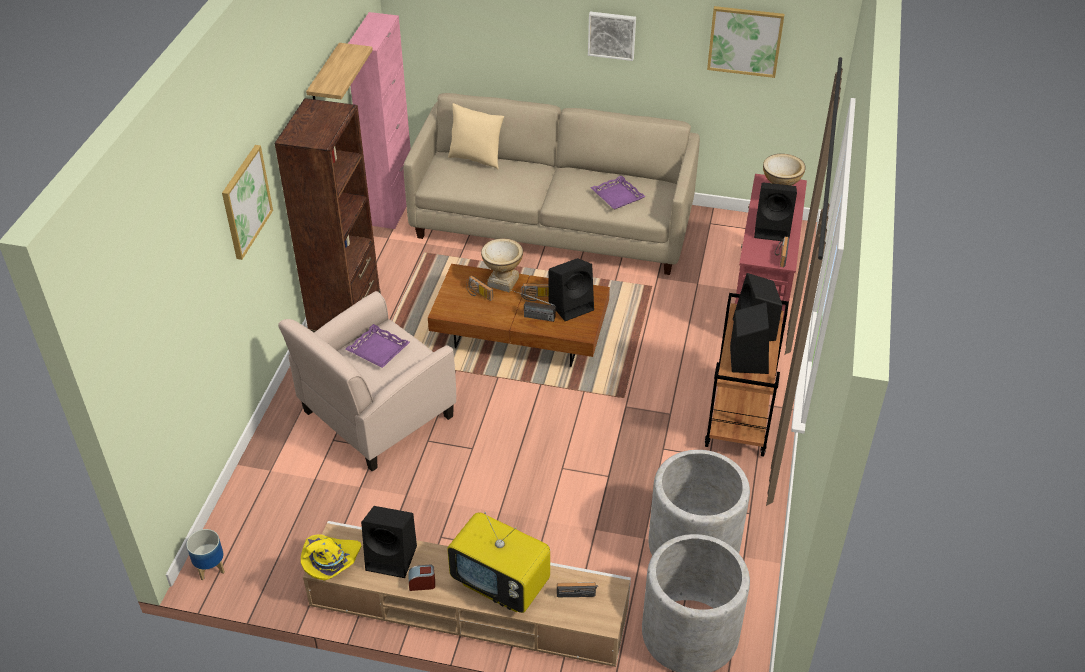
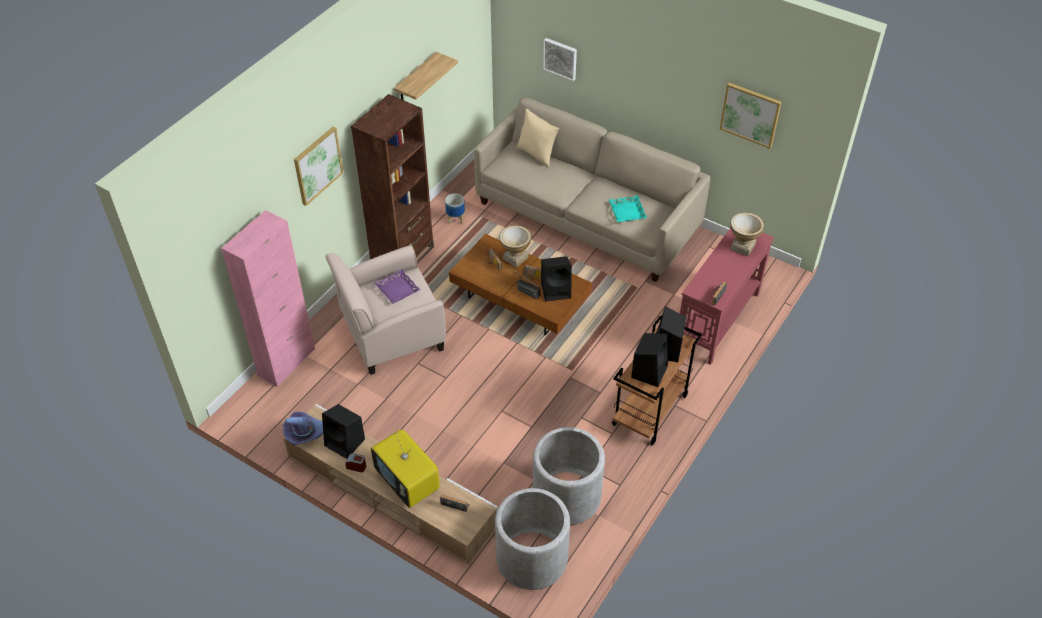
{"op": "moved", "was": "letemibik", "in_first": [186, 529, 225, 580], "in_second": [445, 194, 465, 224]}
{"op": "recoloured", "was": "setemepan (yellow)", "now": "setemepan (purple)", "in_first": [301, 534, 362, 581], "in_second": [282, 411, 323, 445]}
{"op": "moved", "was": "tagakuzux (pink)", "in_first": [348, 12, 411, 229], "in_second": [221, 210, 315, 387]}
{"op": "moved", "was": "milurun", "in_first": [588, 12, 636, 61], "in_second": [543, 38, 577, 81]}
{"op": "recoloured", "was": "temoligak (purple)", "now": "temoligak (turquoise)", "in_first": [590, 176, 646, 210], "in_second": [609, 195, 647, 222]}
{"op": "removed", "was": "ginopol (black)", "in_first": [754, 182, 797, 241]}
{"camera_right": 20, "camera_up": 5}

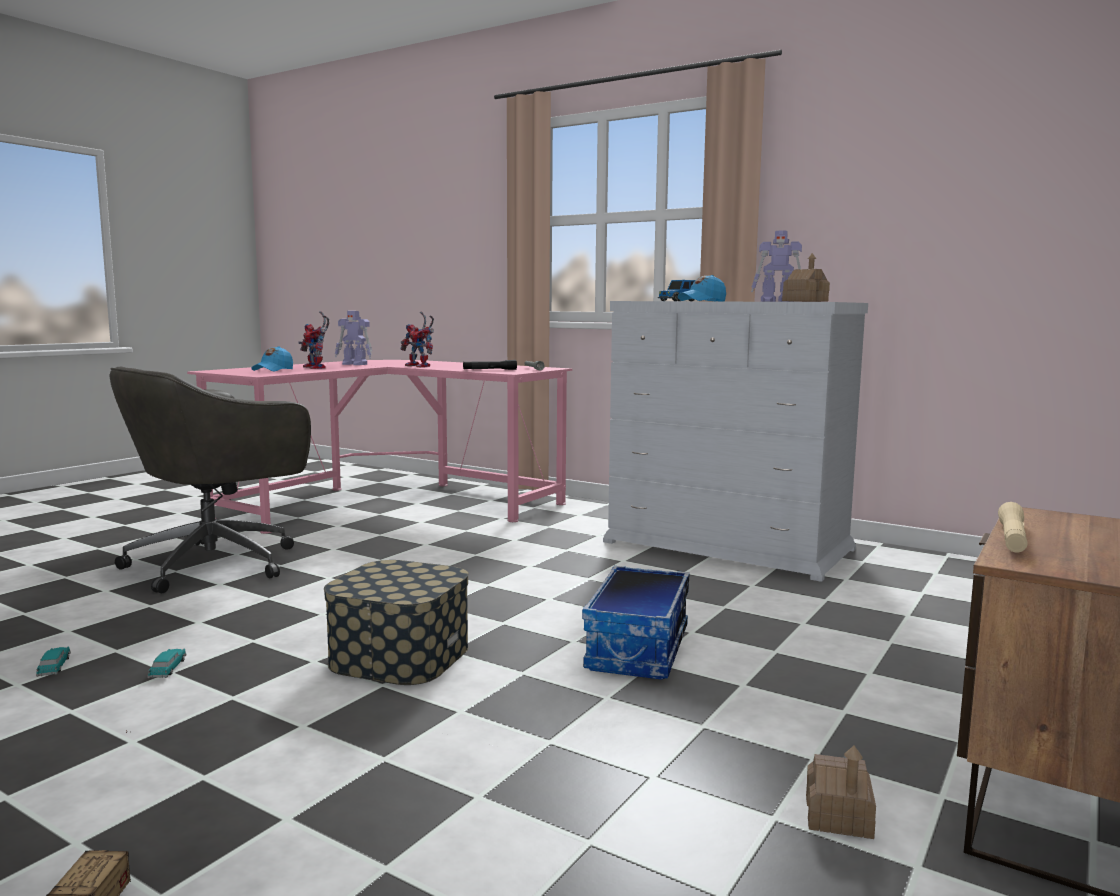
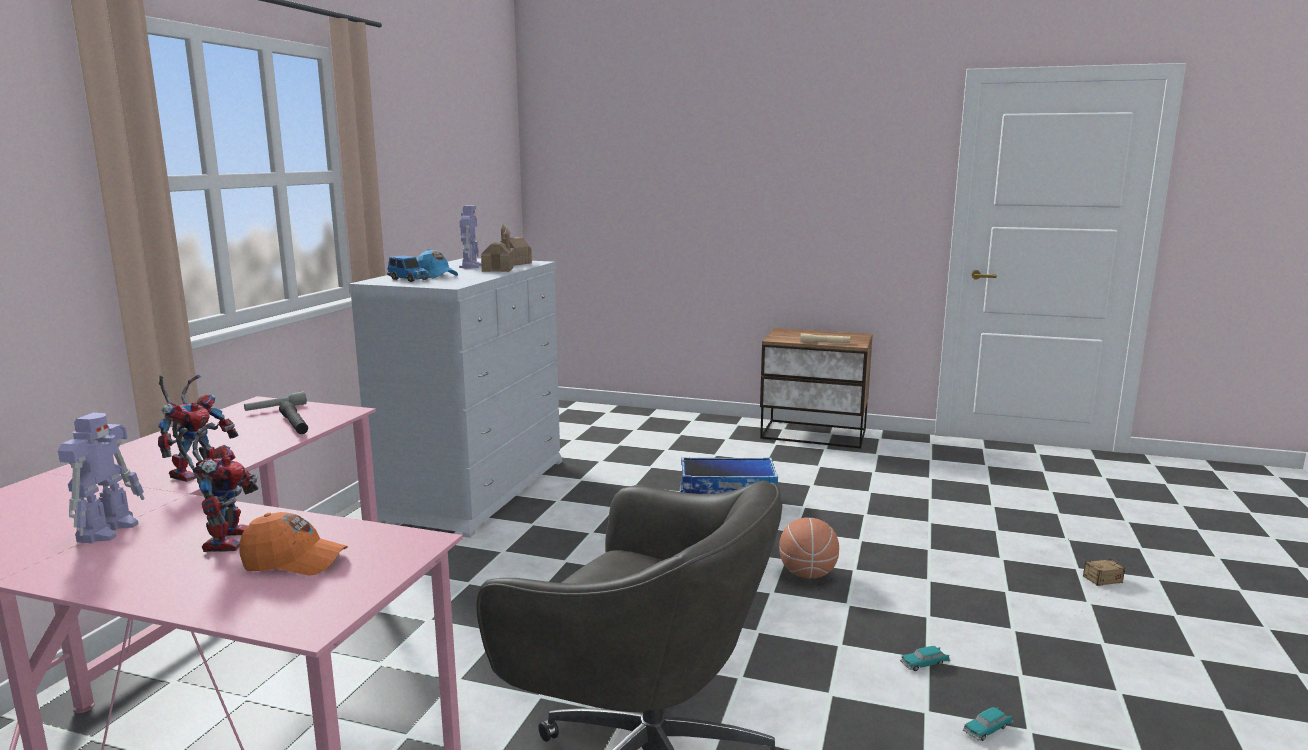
{"op": "recoloured", "was": "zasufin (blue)", "now": "zasufin (orange)", "in_first": [252, 346, 293, 372], "in_second": [239, 512, 348, 575]}
{"op": "turned", "was": "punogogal", "in_first": [298, 311, 329, 369], "in_second": [176, 422, 258, 552], "clockwise": -45}
{"op": "replaced", "was": "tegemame", "now": "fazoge", "in_first": [324, 560, 469, 685], "in_second": [779, 518, 839, 579]}
{"op": "moved", "was": "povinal", "in_first": [806, 746, 876, 839], "in_second": [481, 229, 513, 272]}
{"camera_right": -105, "camera_up": 5}

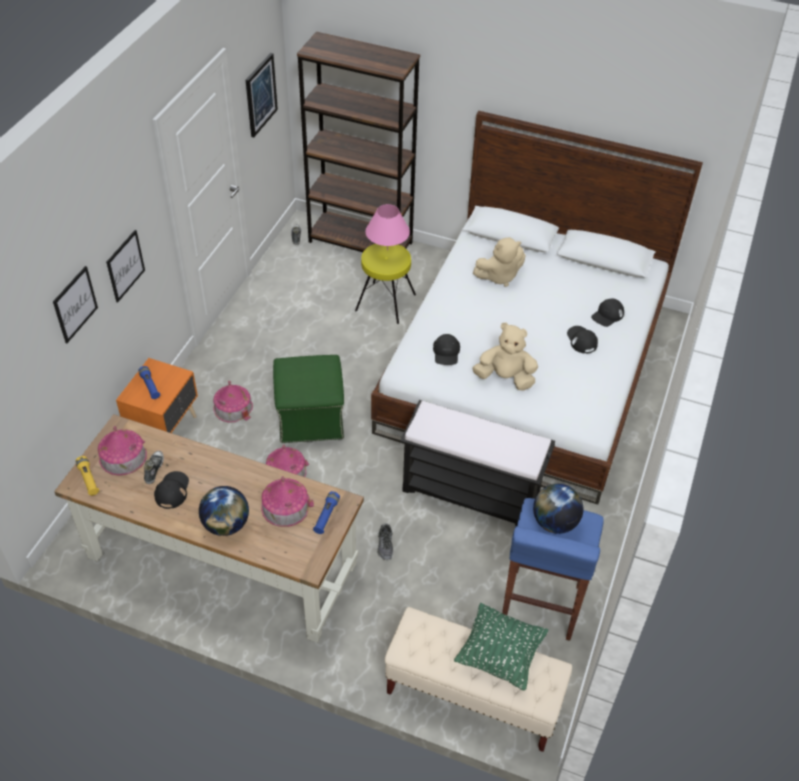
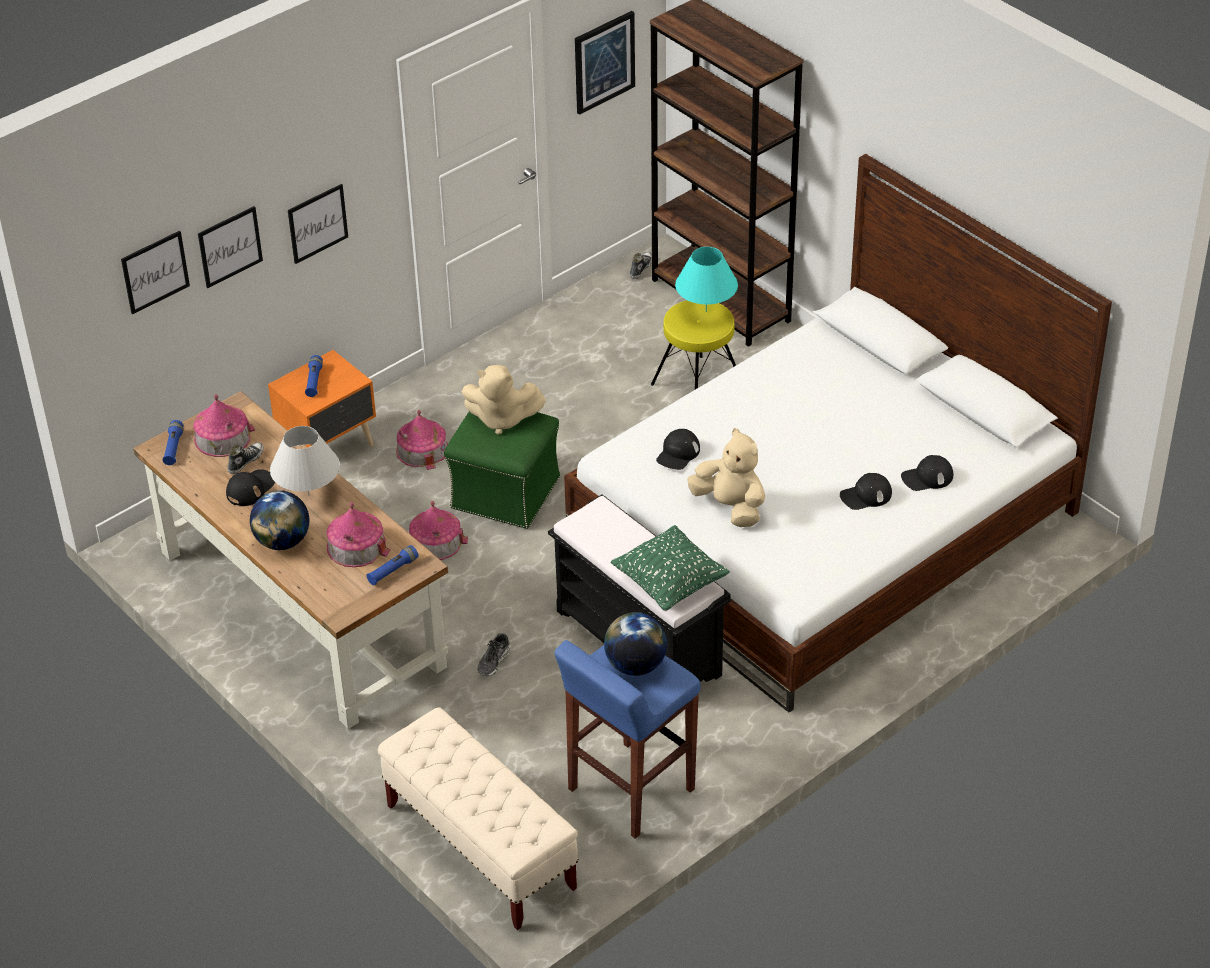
{"op": "recoloured", "was": "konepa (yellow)", "now": "konepa (blue)", "in_first": [76, 456, 99, 496], "in_second": [163, 420, 184, 465]}
{"op": "recoloured", "was": "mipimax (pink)", "now": "mipimax (turquoise)", "in_first": [365, 204, 410, 251], "in_second": [675, 247, 738, 312]}
{"op": "moved", "was": "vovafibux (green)", "in_first": [454, 603, 548, 691], "in_second": [611, 525, 730, 611]}
{"op": "moved", "was": "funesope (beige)", "in_first": [473, 238, 526, 287], "in_second": [462, 365, 546, 435]}
{"op": "turned", "was": "zasufin (black)", "in_first": [567, 326, 598, 354], "in_second": [840, 473, 892, 510], "clockwise": -120}
{"op": "added", "now": "milurun", "in_second": [121, 231, 190, 315]}
{"op": "added", "now": "mipimax (white)", "in_second": [270, 426, 340, 496]}
{"camera_right": 30, "camera_up": -5}

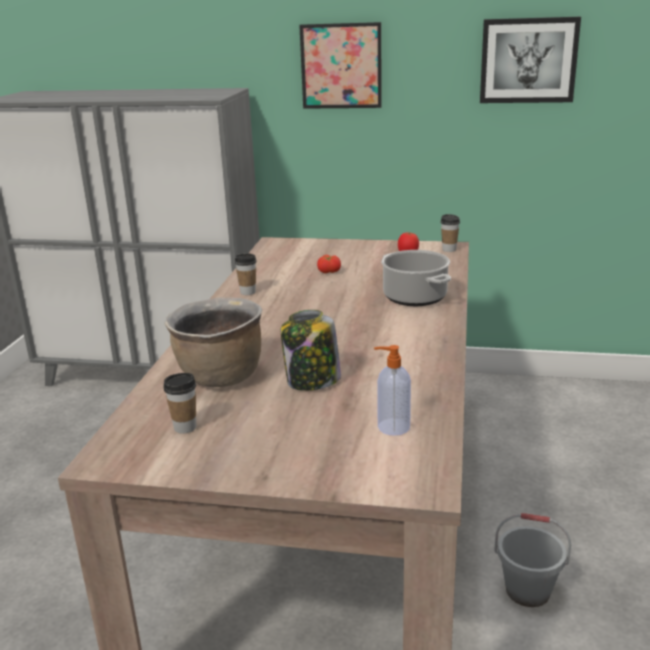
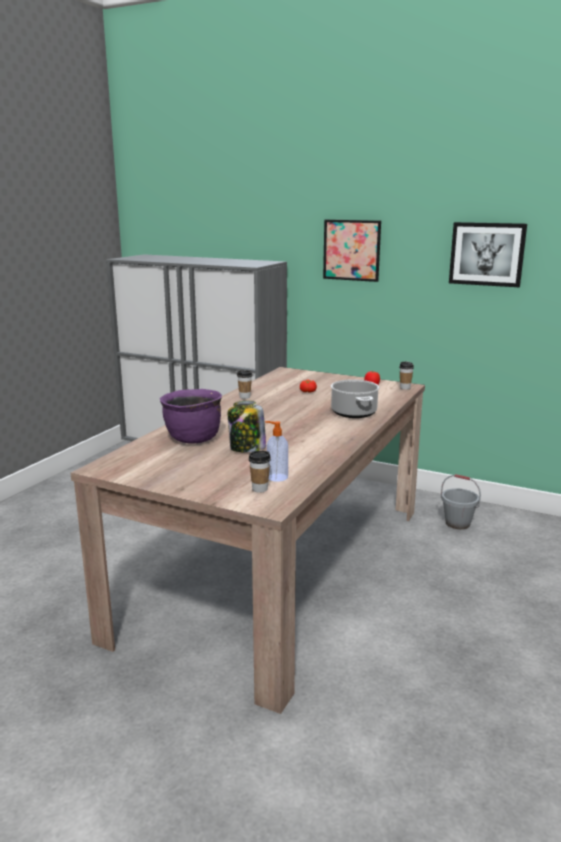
{"op": "moved", "was": "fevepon", "in_first": [163, 373, 196, 434], "in_second": [249, 451, 271, 493]}
{"op": "recoloured", "was": "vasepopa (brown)", "now": "vasepopa (purple)", "in_first": [165, 297, 262, 387], "in_second": [160, 389, 222, 444]}
{"op": "moved", "was": "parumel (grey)", "in_first": [494, 513, 571, 607], "in_second": [441, 474, 481, 529]}
{"camera_right": 15, "camera_up": -5}

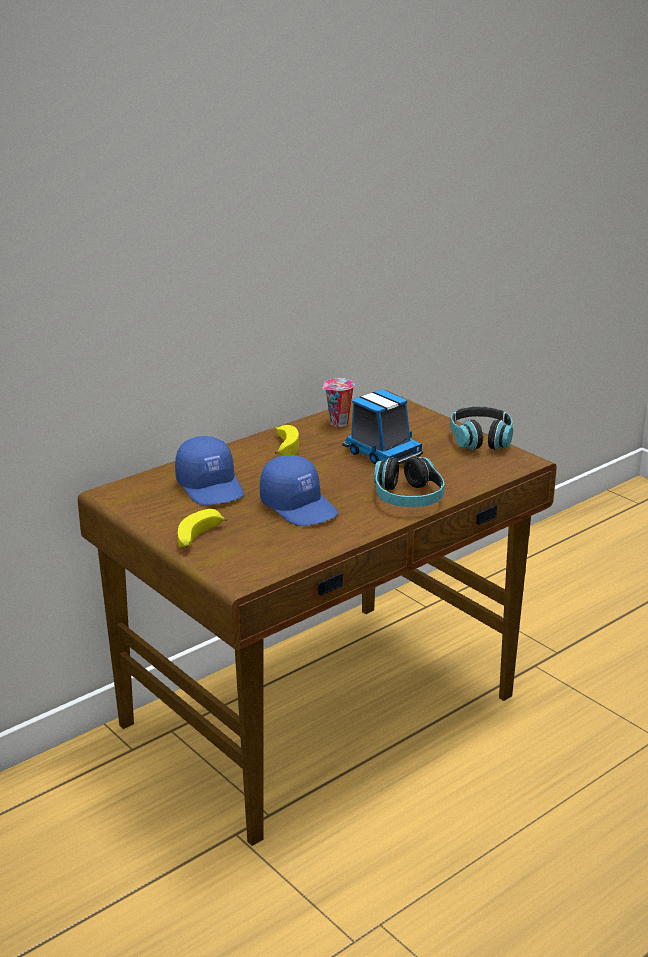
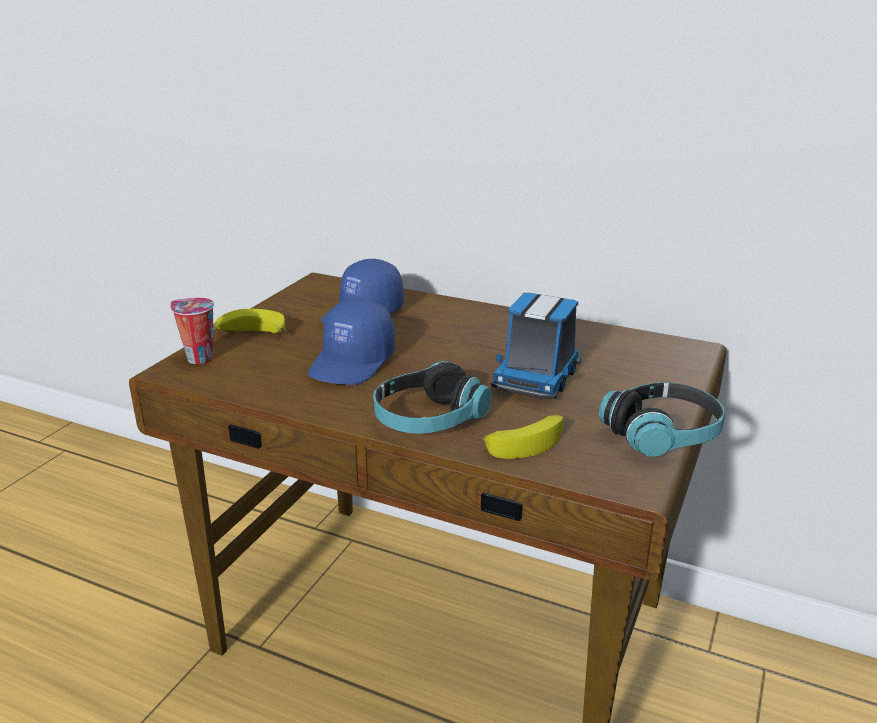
{"op": "moved", "was": "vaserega", "in_first": [275, 425, 299, 456], "in_second": [479, 414, 564, 459]}
{"op": "moved", "was": "fevepon", "in_first": [323, 378, 355, 427], "in_second": [170, 298, 214, 364]}
{"camera_right": 65, "camera_up": 0}

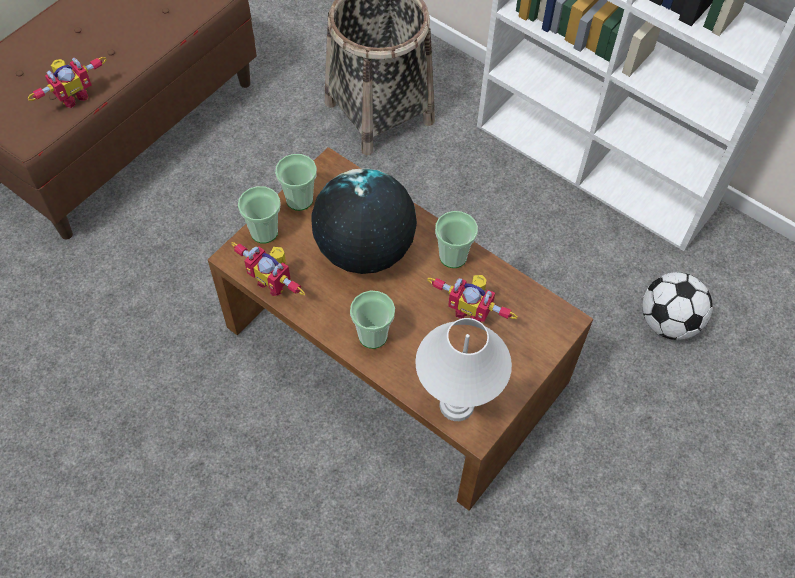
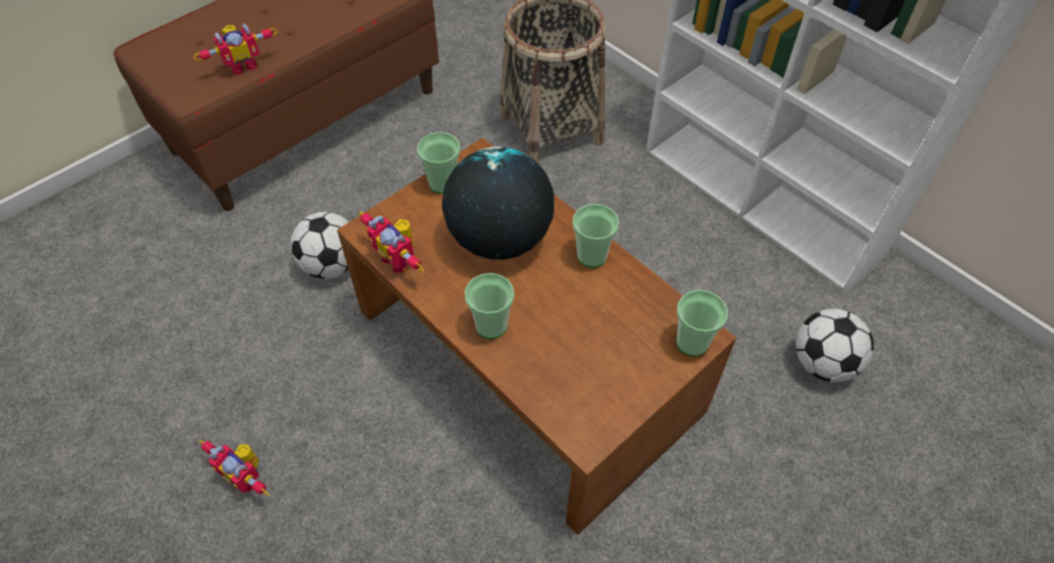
{"op": "moved", "was": "fevepon", "in_first": [238, 186, 281, 243], "in_second": [676, 290, 728, 356]}
{"op": "removed", "was": "mipimax (white)", "in_first": [415, 318, 512, 421]}
{"op": "moved", "was": "punogogal", "in_first": [427, 275, 518, 322], "in_second": [199, 439, 269, 496]}
{"op": "added", "now": "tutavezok", "in_second": [290, 212, 349, 279]}
{"camera_right": 10, "camera_up": -5}

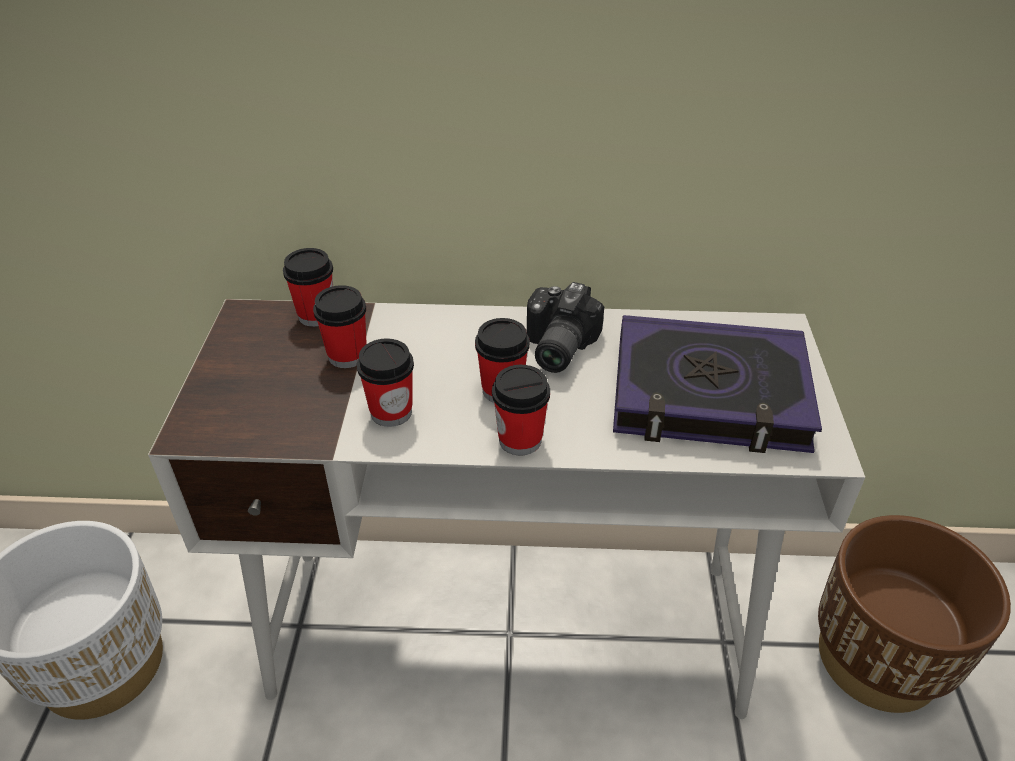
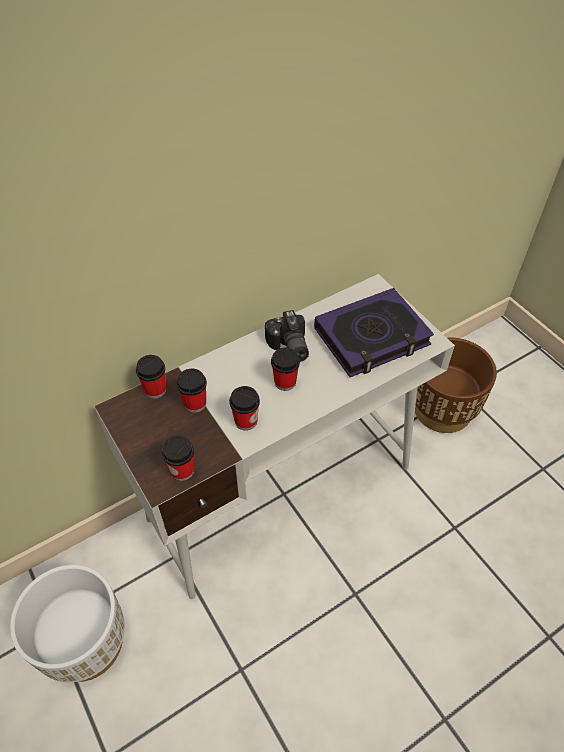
{"op": "moved", "was": "fevepon", "in_first": [492, 365, 550, 456], "in_second": [162, 435, 194, 481]}
{"camera_right": -35, "camera_up": 10}

